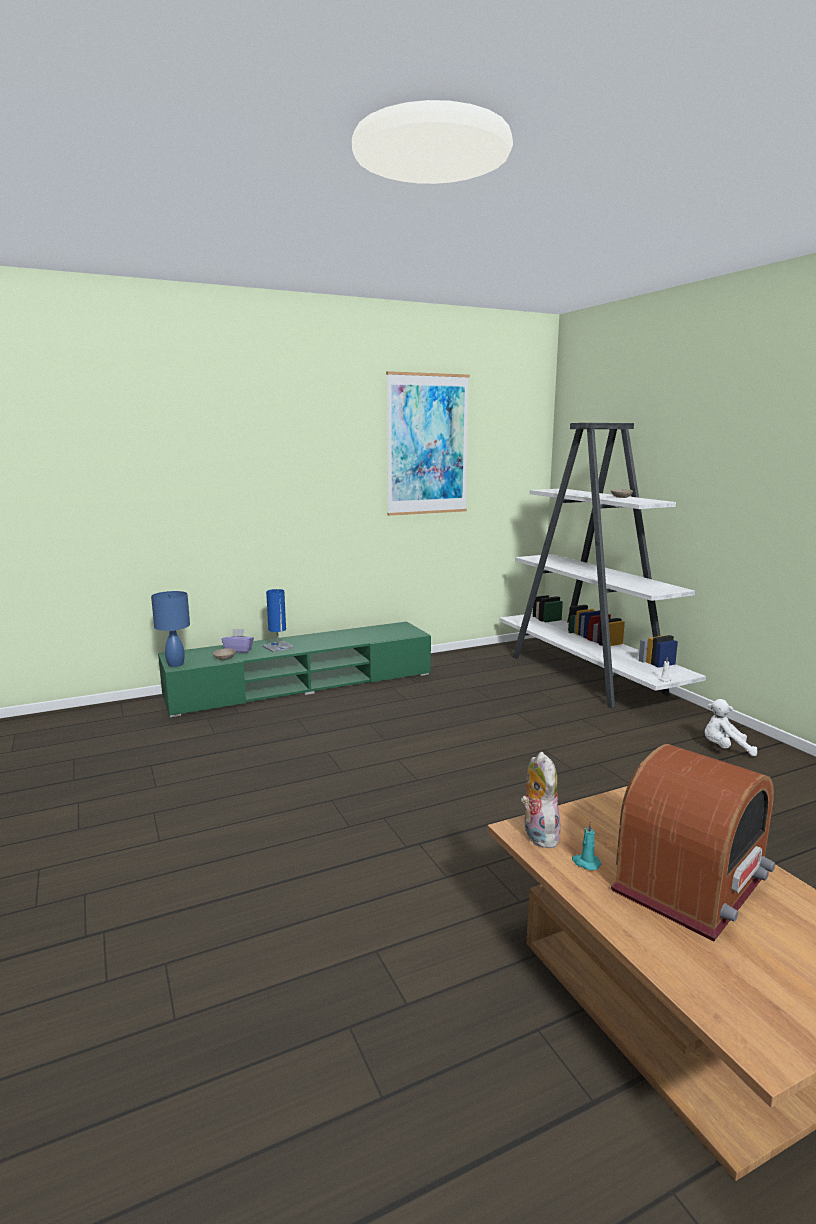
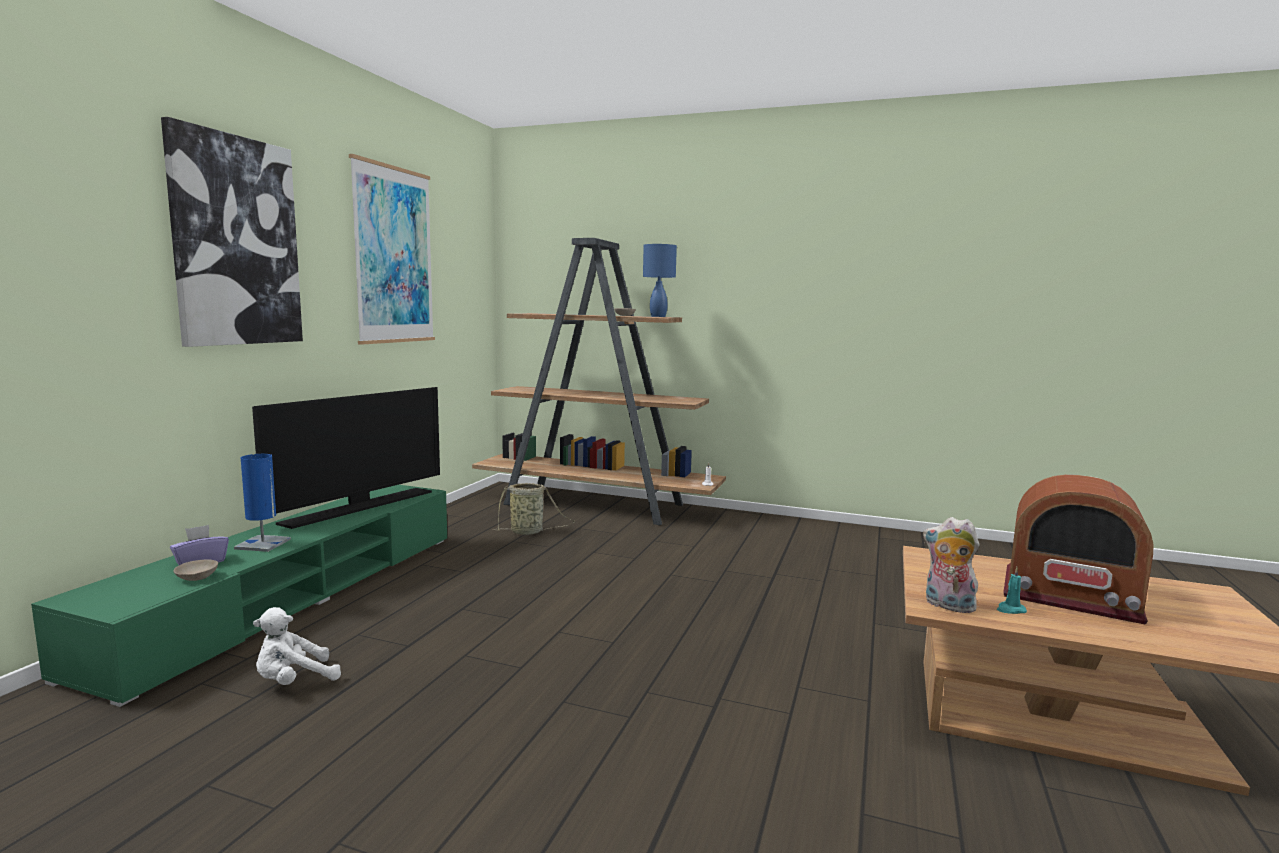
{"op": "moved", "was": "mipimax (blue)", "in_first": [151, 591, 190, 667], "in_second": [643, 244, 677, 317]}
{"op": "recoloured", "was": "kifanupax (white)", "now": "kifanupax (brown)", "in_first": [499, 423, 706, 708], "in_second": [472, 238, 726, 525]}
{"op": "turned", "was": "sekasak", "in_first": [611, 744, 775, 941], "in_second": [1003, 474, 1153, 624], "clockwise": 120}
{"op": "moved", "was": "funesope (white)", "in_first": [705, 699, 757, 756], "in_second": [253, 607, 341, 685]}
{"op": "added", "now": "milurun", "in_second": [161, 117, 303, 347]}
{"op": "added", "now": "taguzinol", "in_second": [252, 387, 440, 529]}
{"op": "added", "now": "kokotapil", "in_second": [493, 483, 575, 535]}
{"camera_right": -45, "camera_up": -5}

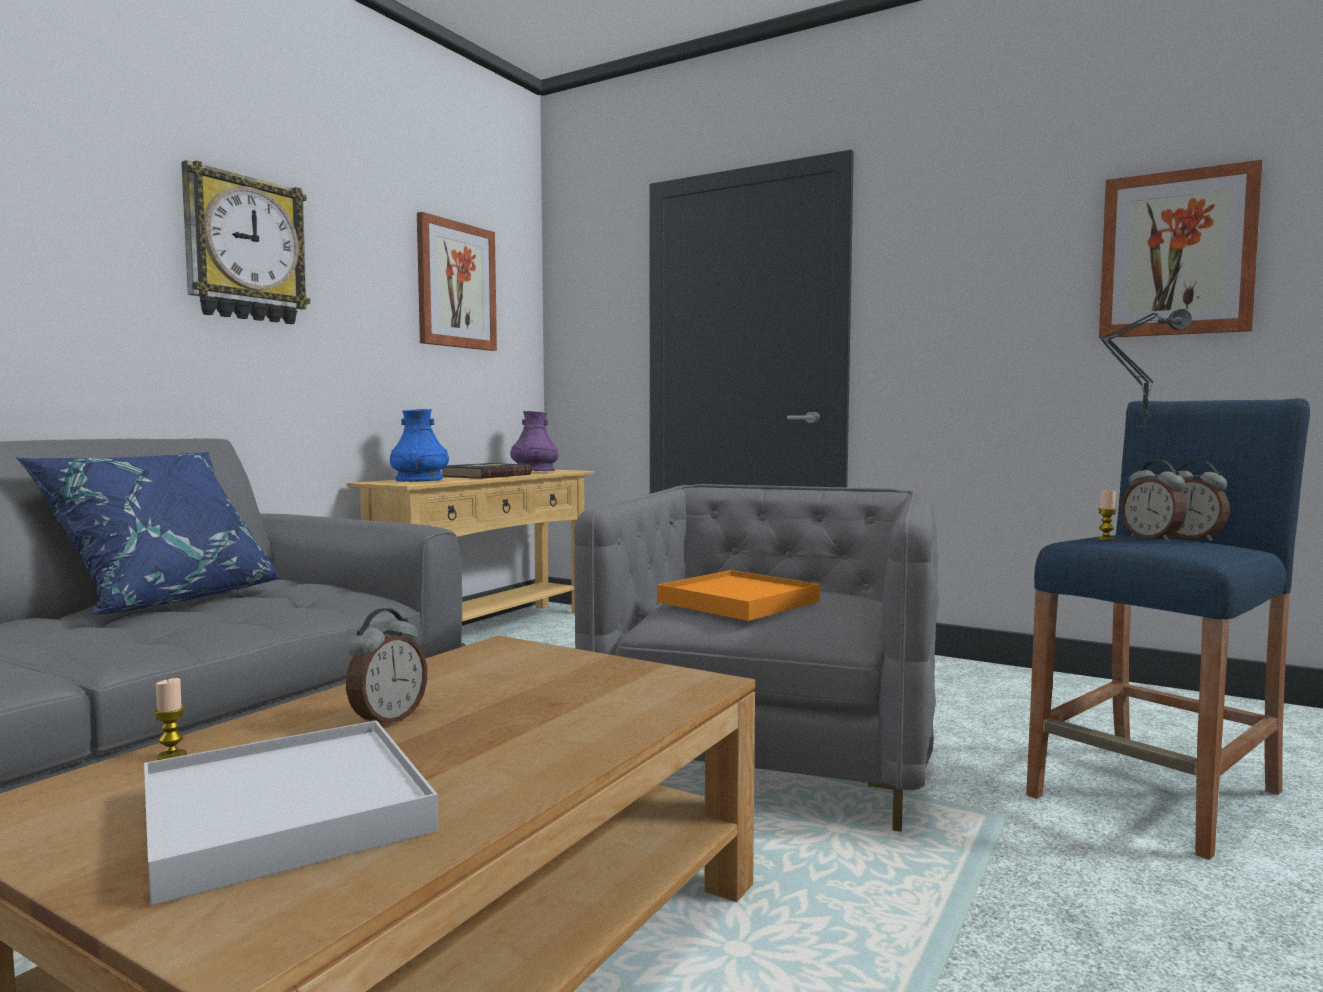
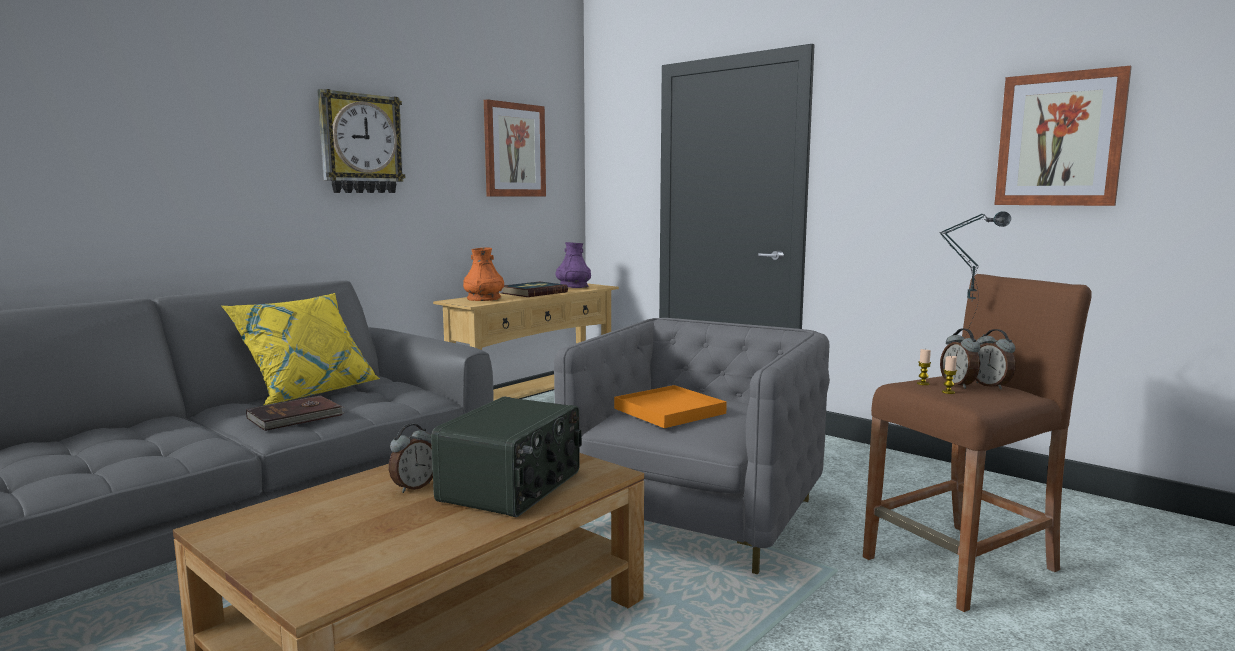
{"op": "recoloured", "was": "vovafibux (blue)", "now": "vovafibux (yellow)", "in_first": [15, 452, 282, 615], "in_second": [221, 293, 380, 405]}
{"op": "removed", "was": "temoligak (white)", "in_first": [144, 720, 438, 905]}
{"op": "moved", "was": "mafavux", "in_first": [154, 678, 187, 760], "in_second": [942, 356, 957, 394]}
{"op": "recoloured", "was": "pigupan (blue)", "now": "pigupan (orange)", "in_first": [390, 409, 449, 482], "in_second": [463, 247, 504, 301]}
{"op": "recoloured", "was": "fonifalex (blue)", "now": "fonifalex (brown)", "in_first": [1026, 398, 1310, 860], "in_second": [863, 274, 1092, 612]}
{"op": "added", "now": "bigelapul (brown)", "in_second": [246, 395, 345, 431]}
{"op": "added", "now": "sekasak", "in_second": [431, 396, 582, 517]}
{"camera_right": 10, "camera_up": 5}

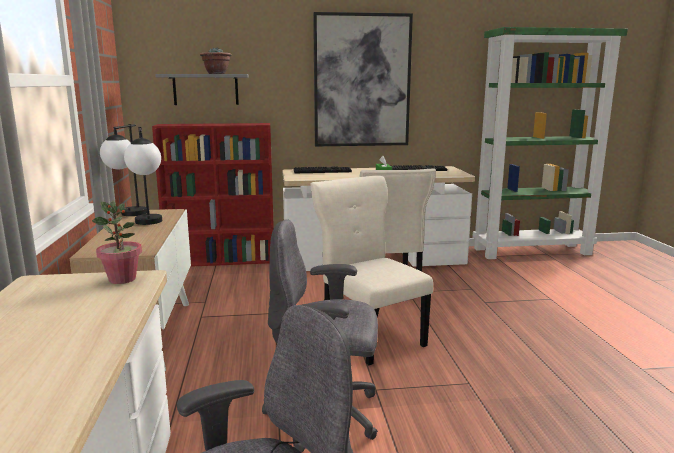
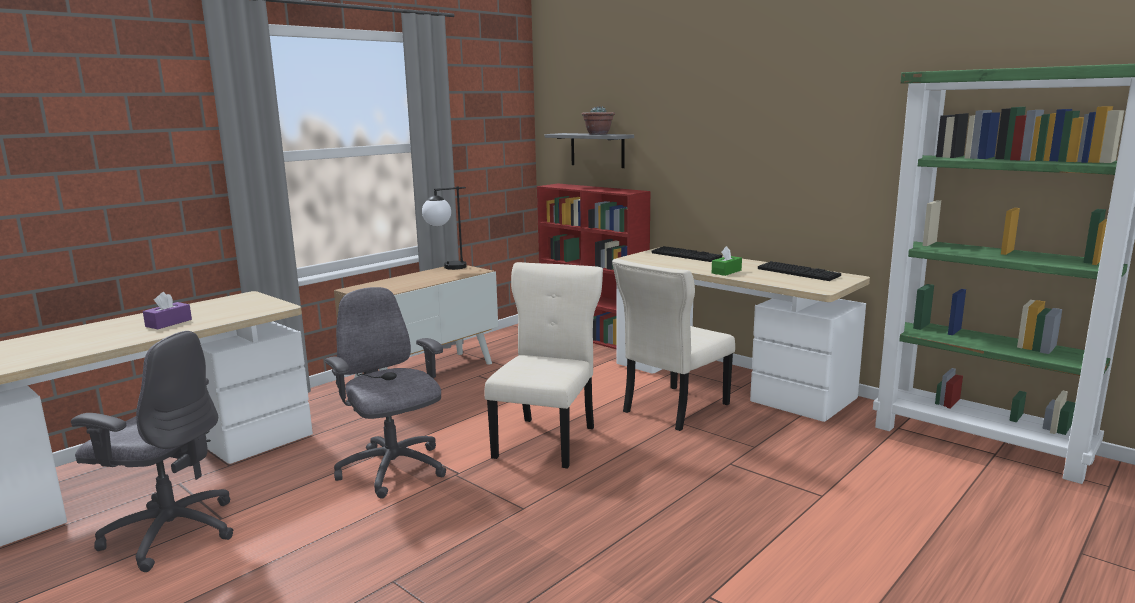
{"op": "removed", "was": "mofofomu", "in_first": [92, 201, 142, 284]}
{"op": "removed", "was": "mipimax", "in_first": [124, 127, 162, 225]}
{"op": "removed", "was": "milurun", "in_first": [313, 12, 413, 146]}
{"op": "added", "now": "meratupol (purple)", "in_second": [143, 292, 192, 329]}
{"camera_right": 50, "camera_up": 0}

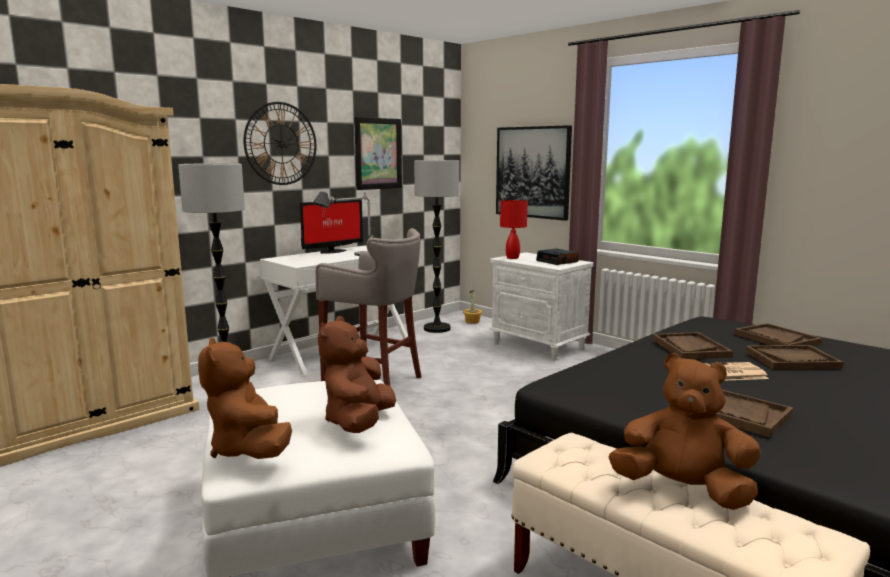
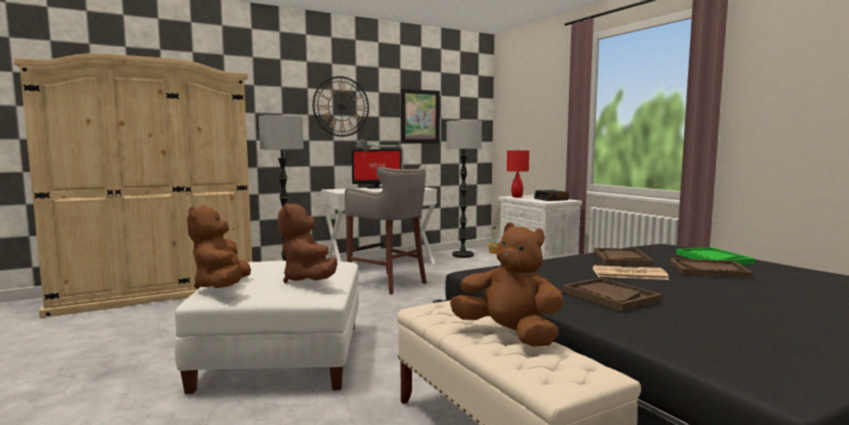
{"op": "turned", "was": "funesope (brown)", "in_first": [318, 316, 396, 433], "in_second": [278, 203, 337, 283], "clockwise": -45}
{"op": "removed", "was": "milurun", "in_first": [496, 125, 572, 221]}
{"op": "recoloured", "was": "temoligak (brown)", "now": "temoligak (green)", "in_first": [735, 323, 822, 346], "in_second": [676, 247, 755, 265]}
{"camera_right": 15, "camera_up": -5}

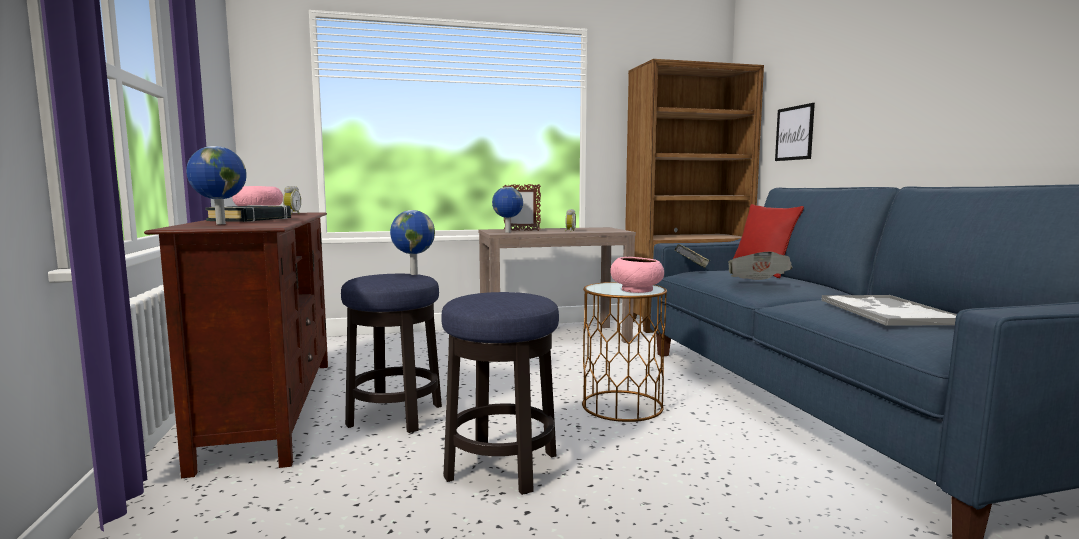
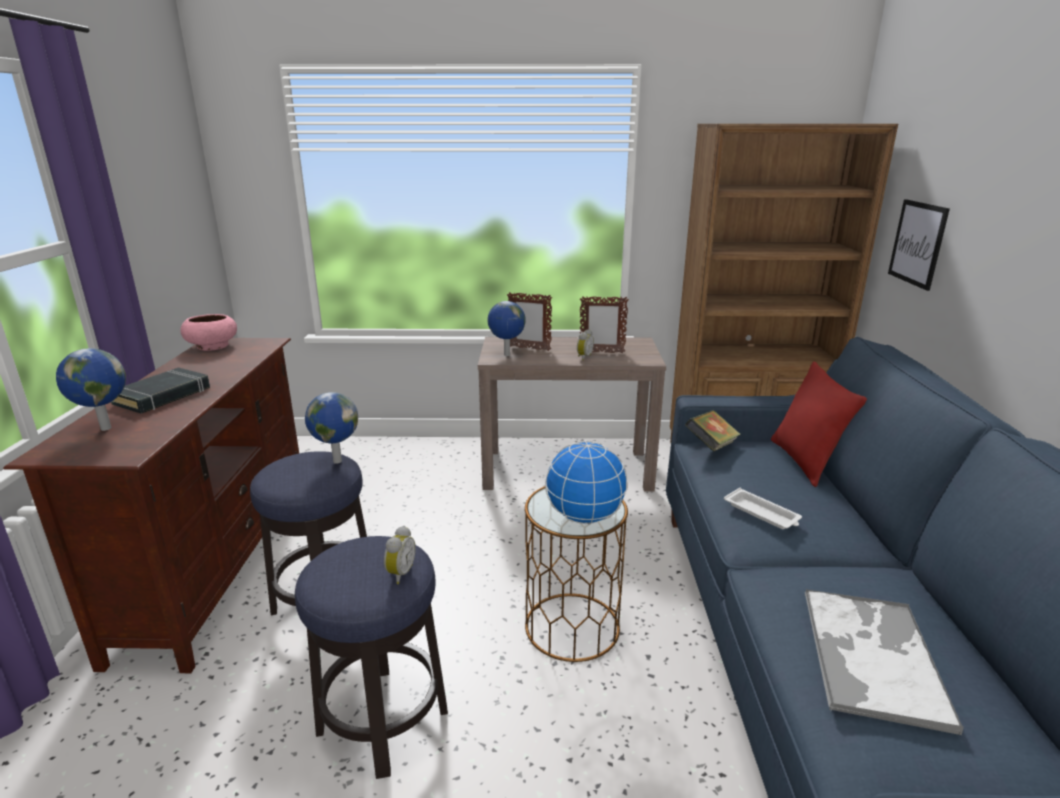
{"op": "moved", "was": "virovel", "in_first": [283, 186, 301, 215], "in_second": [384, 526, 416, 584]}
{"op": "replaced", "was": "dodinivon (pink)", "now": "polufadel", "in_first": [610, 257, 664, 293], "in_second": [545, 441, 628, 524]}
{"op": "replaced", "was": "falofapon", "now": "temoligak (white)", "in_first": [728, 252, 793, 280], "in_second": [724, 488, 802, 529]}
{"op": "added", "now": "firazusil", "in_second": [580, 296, 629, 354]}
{"camera_right": 15, "camera_up": 15}

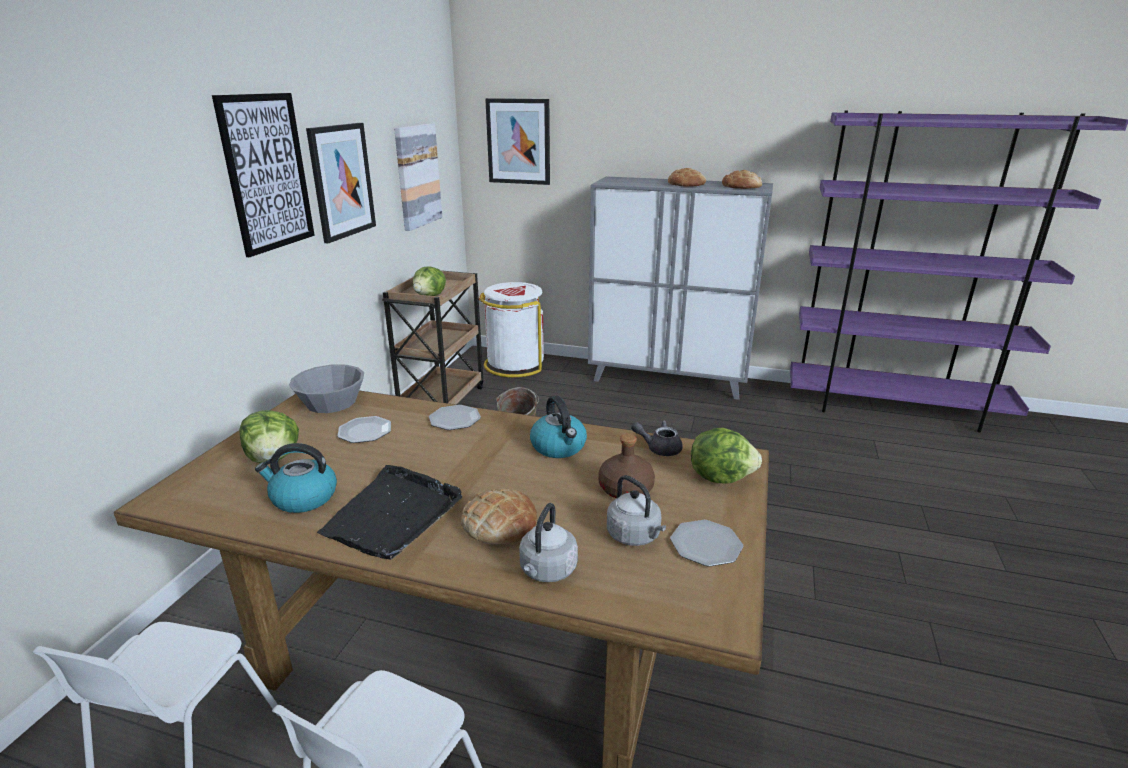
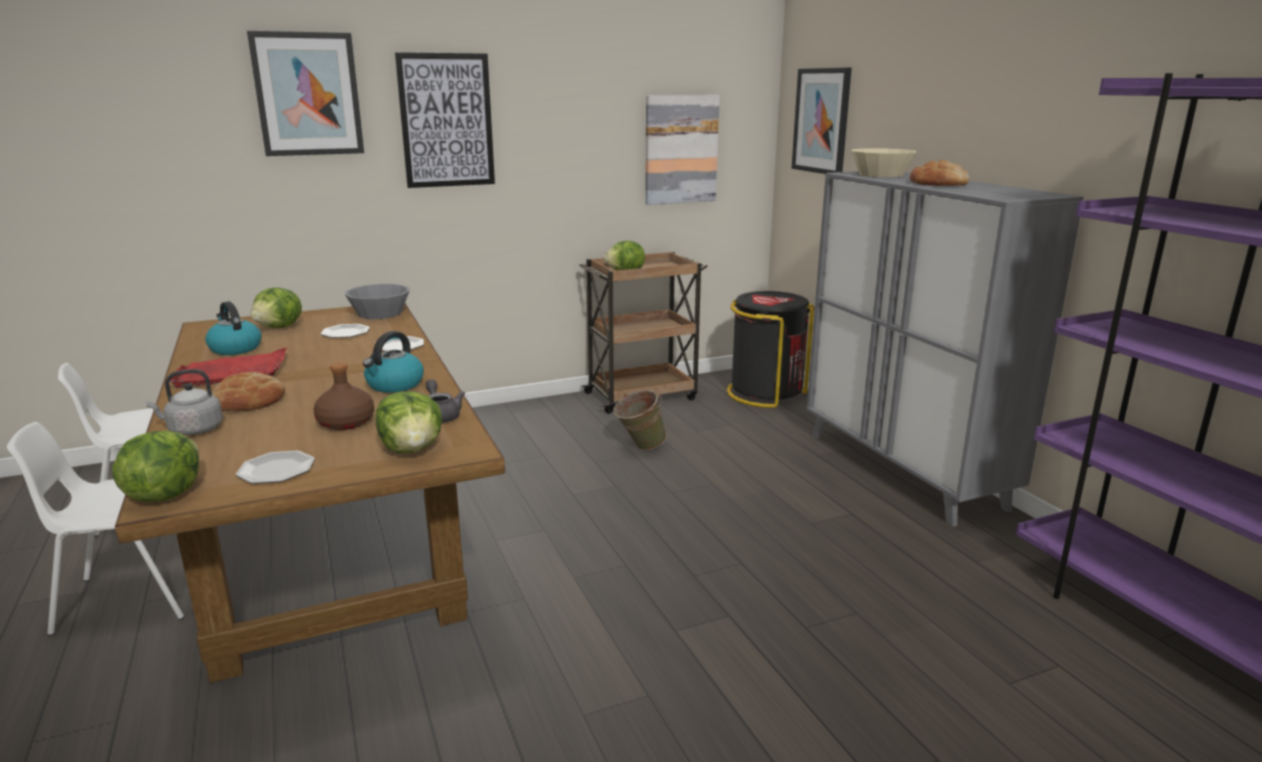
{"op": "moved", "was": "milurun", "in_first": [306, 123, 376, 243], "in_second": [247, 31, 364, 156]}
{"op": "recoloured", "was": "temoligak (black)", "now": "temoligak (red)", "in_first": [317, 465, 462, 560], "in_second": [170, 347, 287, 388]}
{"op": "recoloured", "was": "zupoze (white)", "now": "zupoze (black)", "in_first": [479, 282, 544, 377], "in_second": [727, 291, 815, 408]}
{"op": "removed", "was": "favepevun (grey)", "in_first": [607, 475, 666, 546]}
{"op": "removed", "was": "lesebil", "in_first": [722, 170, 762, 189]}
{"op": "added", "now": "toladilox", "in_second": [112, 430, 199, 502]}
{"op": "added", "now": "dodinivon (beige)", "in_second": [851, 148, 917, 177]}
{"camera_right": 50, "camera_up": -5}

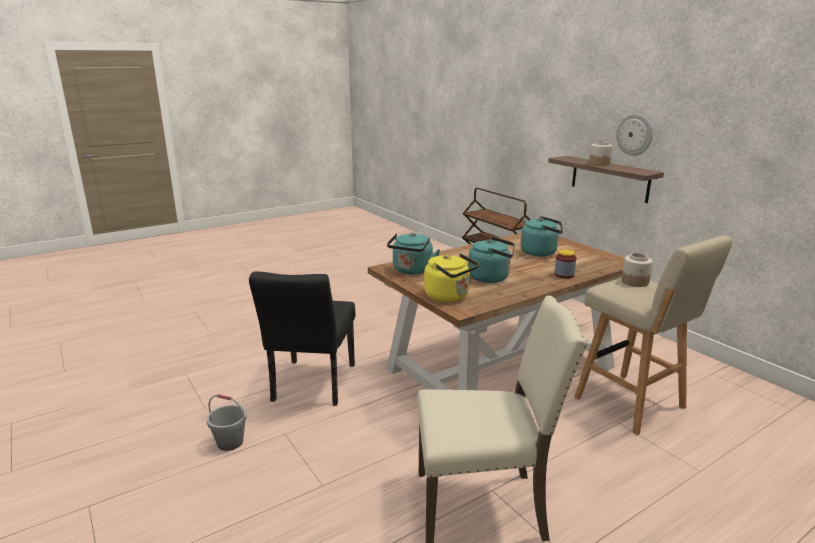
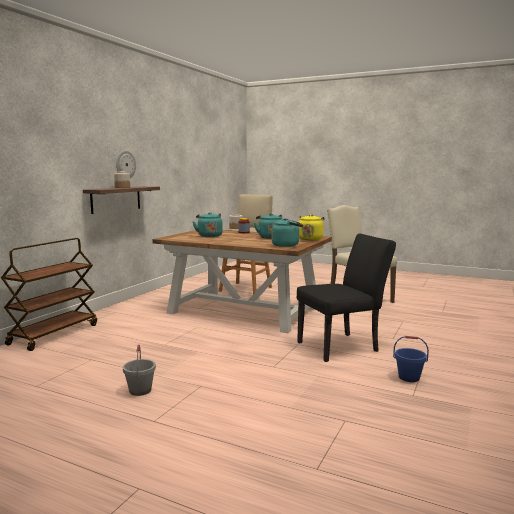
{"op": "moved", "was": "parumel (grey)", "in_first": [207, 394, 247, 451], "in_second": [123, 345, 156, 396]}
{"op": "added", "now": "parumel (blue)", "in_second": [393, 336, 429, 382]}
{"camera_right": -120, "camera_up": -10}

